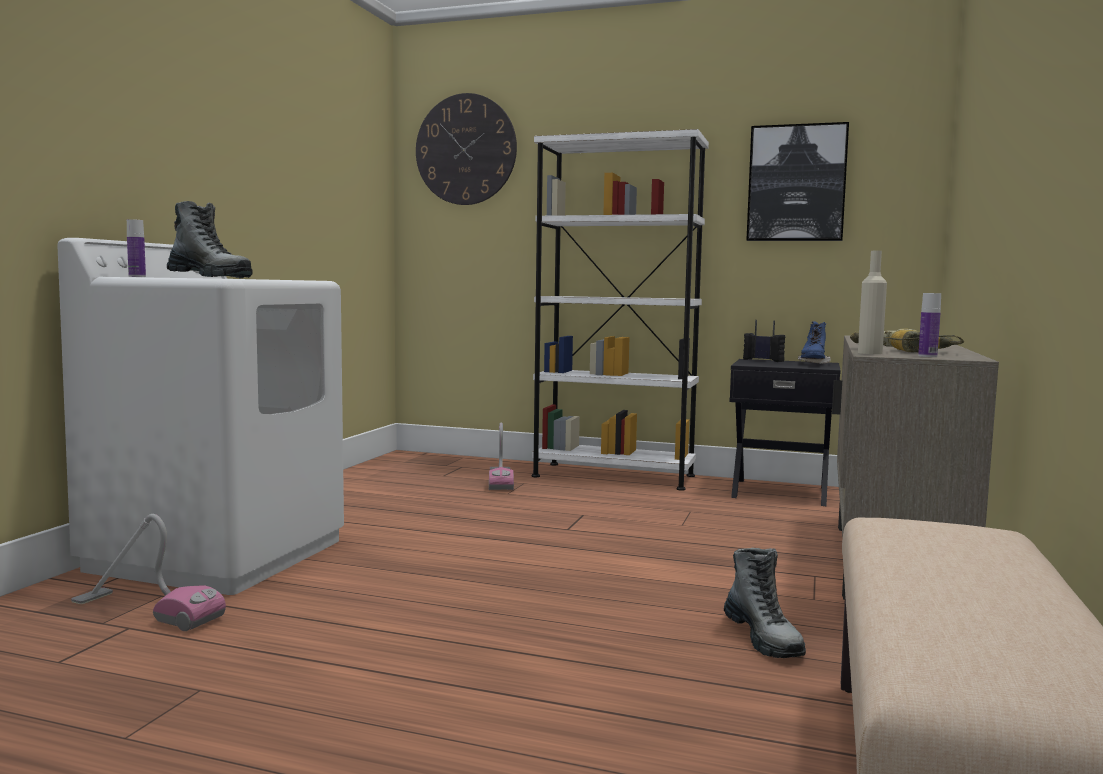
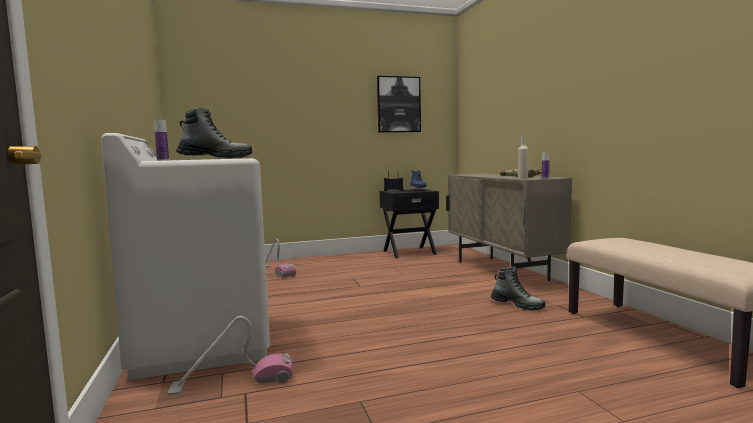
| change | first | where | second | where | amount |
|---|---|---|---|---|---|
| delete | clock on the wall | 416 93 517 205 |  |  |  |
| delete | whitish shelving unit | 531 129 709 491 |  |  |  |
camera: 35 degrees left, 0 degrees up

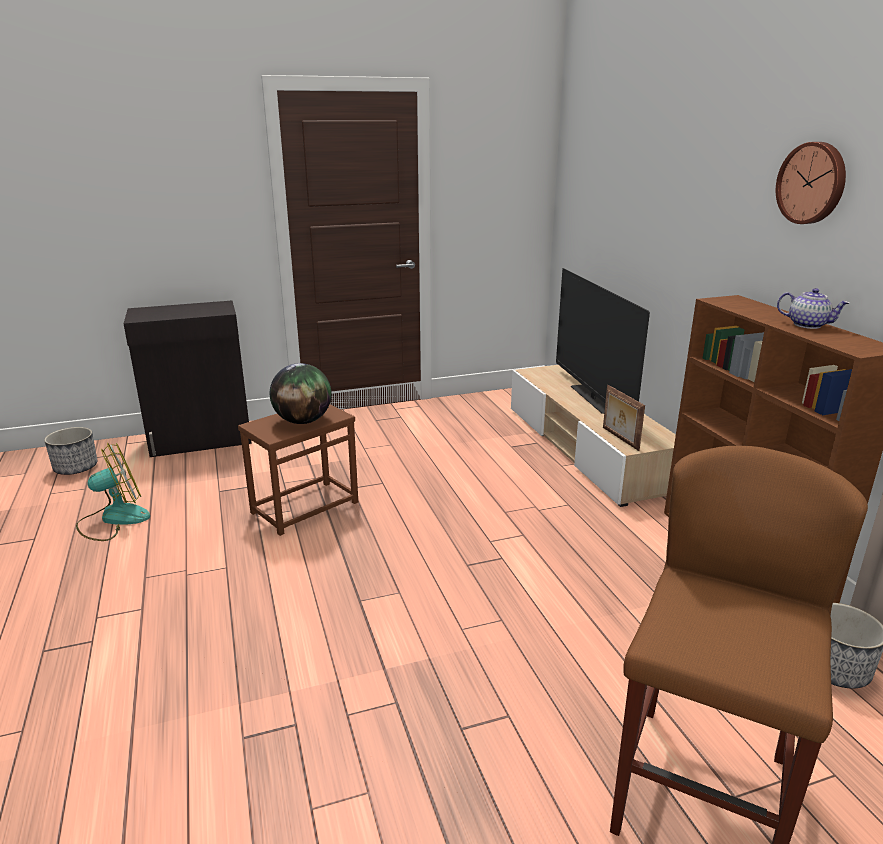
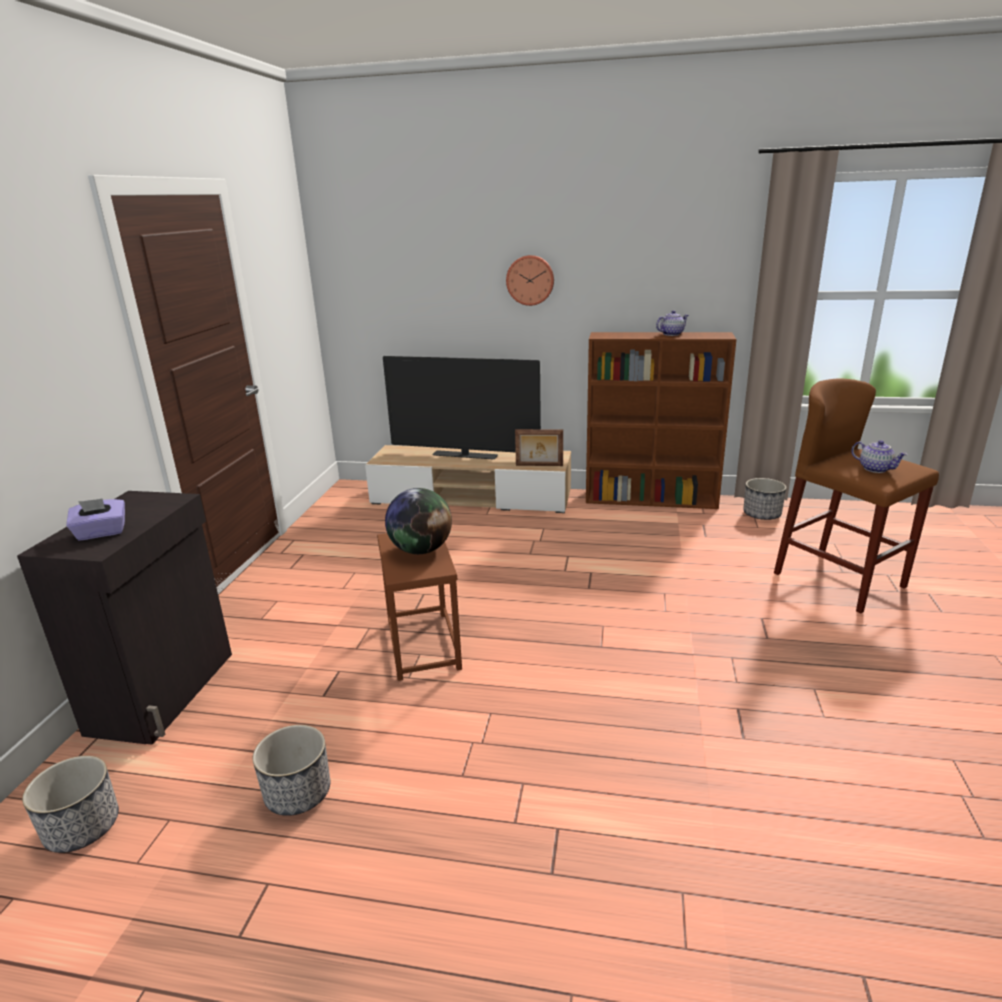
| change | first | where | second | where | amount |
|---|---|---|---|---|---|
| insert |  |  | purplish tissue box | 66 499 125 541 |  |
| insert |  |  | pot for tea | 851 440 908 473 |  |
| move | clock on the wall | 776 142 846 224 |  | 506 255 554 306 |  |
| replace | cooling fan | 76 442 150 541 | plant pot | 253 725 330 816 |  |
camera: 60 degrees left, 0 degrees up

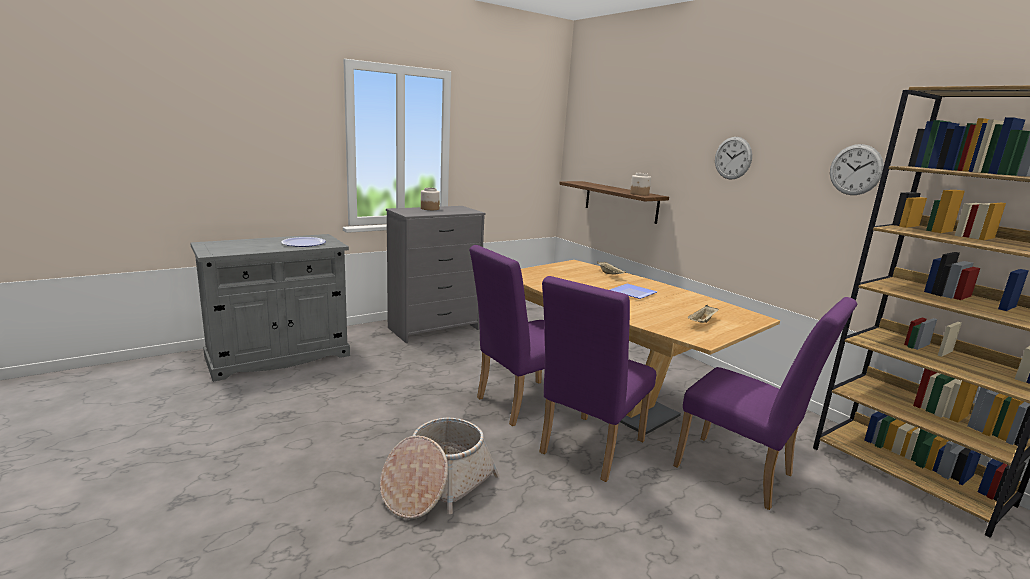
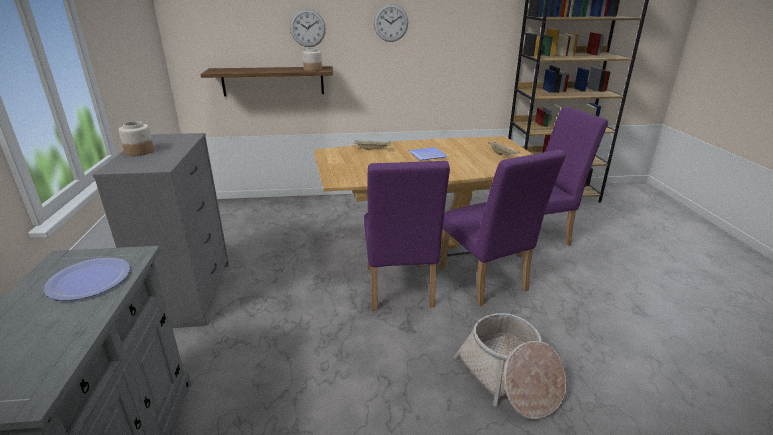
| change | first | where | second | where | amount |
|---|---|---|---|---|---|
| move | clock on the wall | 830 144 884 195 |  | 290 9 326 47 |  |
camera: 60 degrees left, 10 degrees up

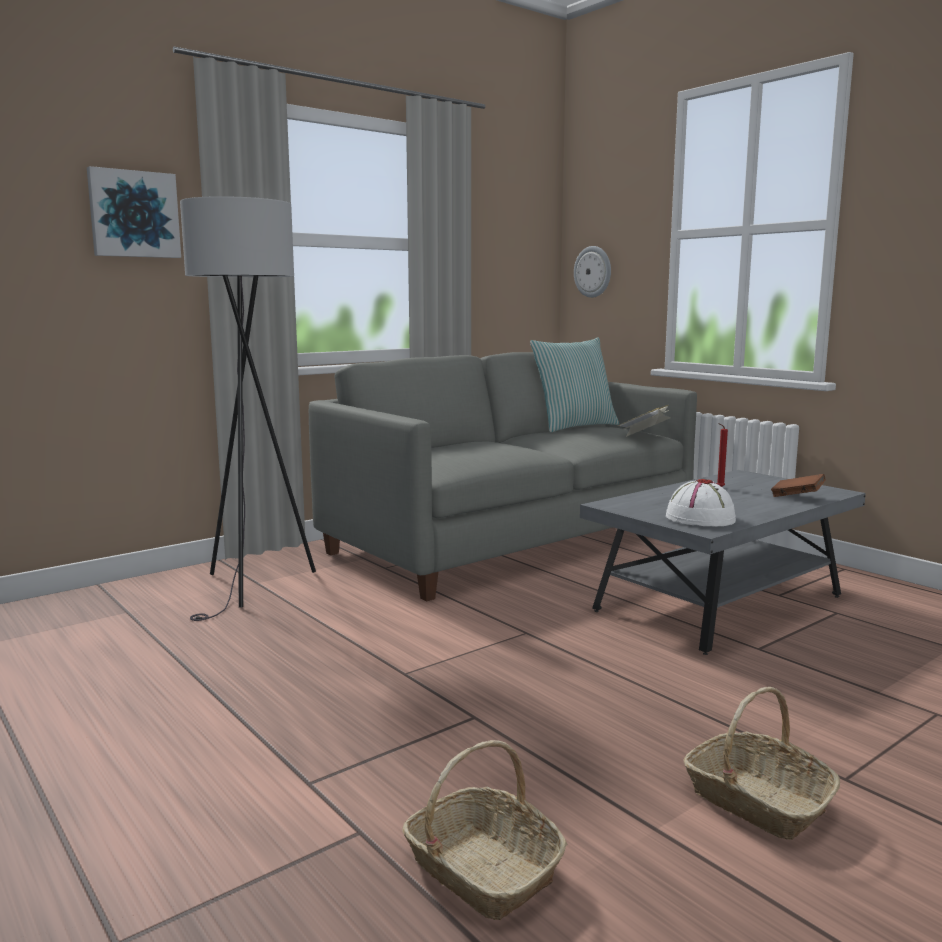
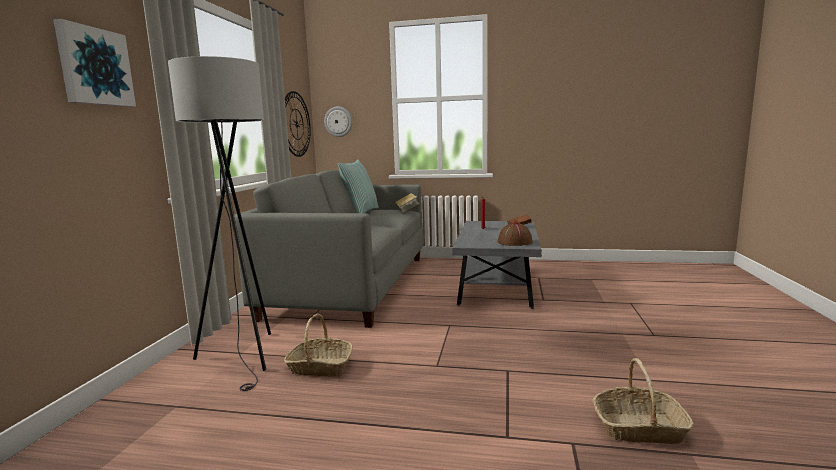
| change | first | where | second | where | amount |
|---|---|---|---|---|---|
| insert |  |  | clock on the wall | 285 91 311 157 |  |
| move | storage basket | 683 687 840 840 |  | 284 314 353 377 |  |
| recolor | whitish clothing hat | 666 479 736 526 | brown clothing hat | 497 222 533 246 |  |
camera: 40 degrees left, 0 degrees up

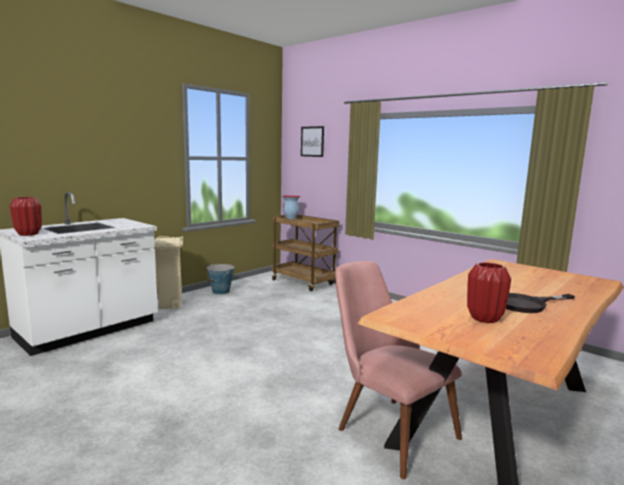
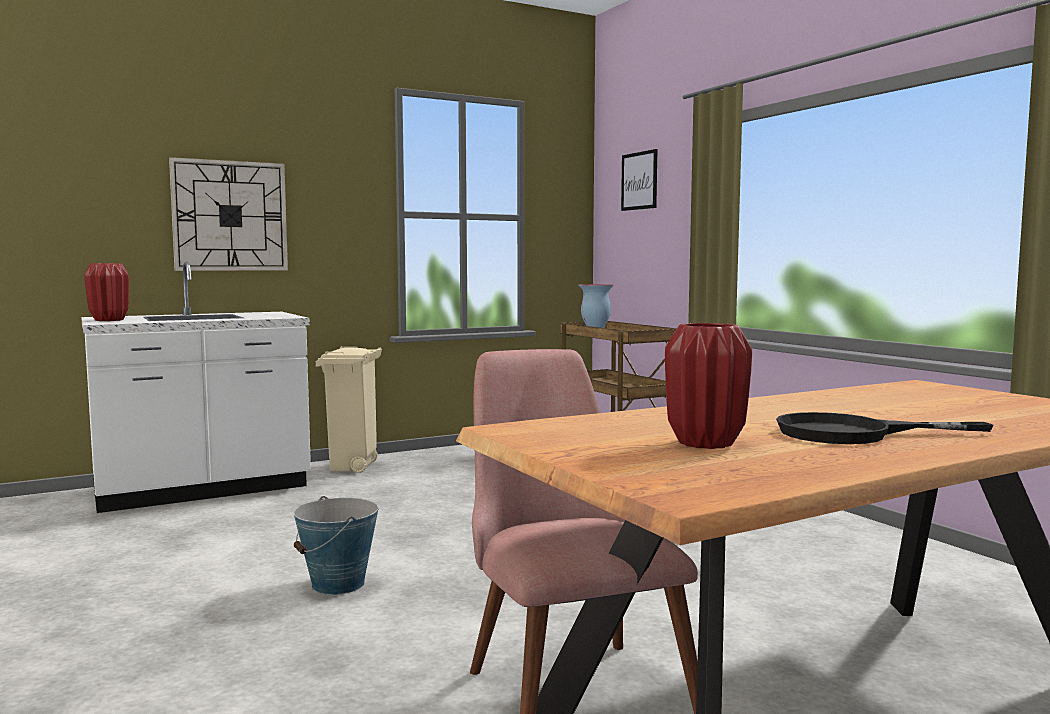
| change | first | where | second | where | amount |
|---|---|---|---|---|---|
| insert |  |  | clock on the wall | 169 157 288 271 |  |
| move | bucket | 207 264 235 295 |  | 293 496 379 595 |  |
camera: 20 degrees right, 5 degrees down

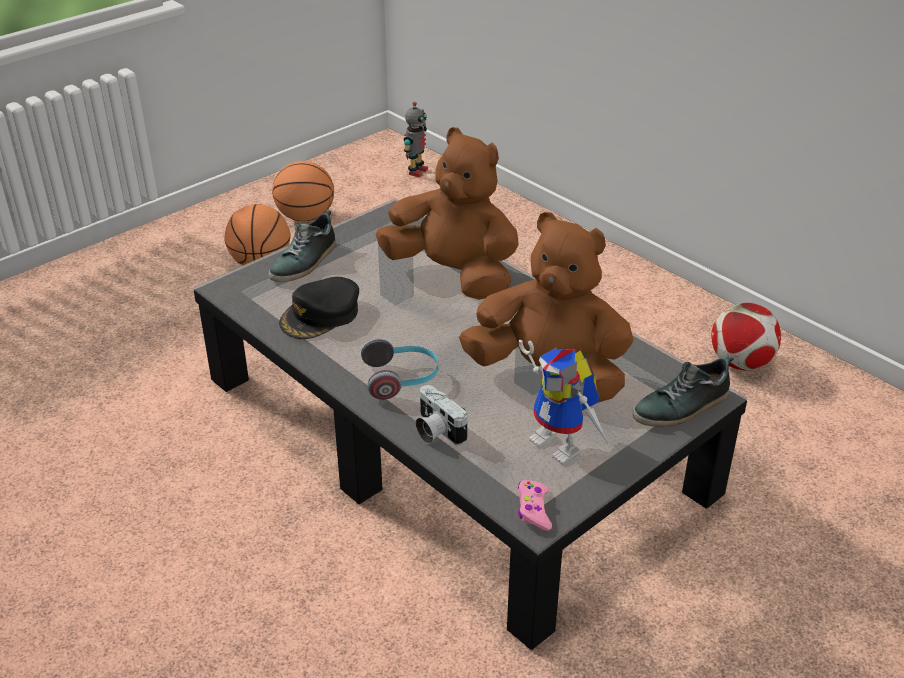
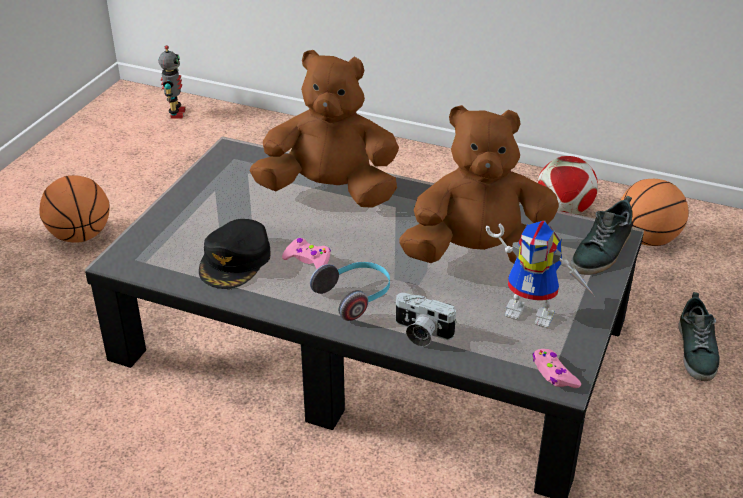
| change | first | where | second | where | amount |
|---|---|---|---|---|---|
| insert |  |  | pinkish joypad | 282 238 331 269 |  |
| move | item of footwear | 269 209 336 282 |  | 678 292 720 381 |  |
| move | basketball ball | 272 161 334 221 |  | 620 179 688 246 |  |
camera: 25 degrees left, 0 degrees up

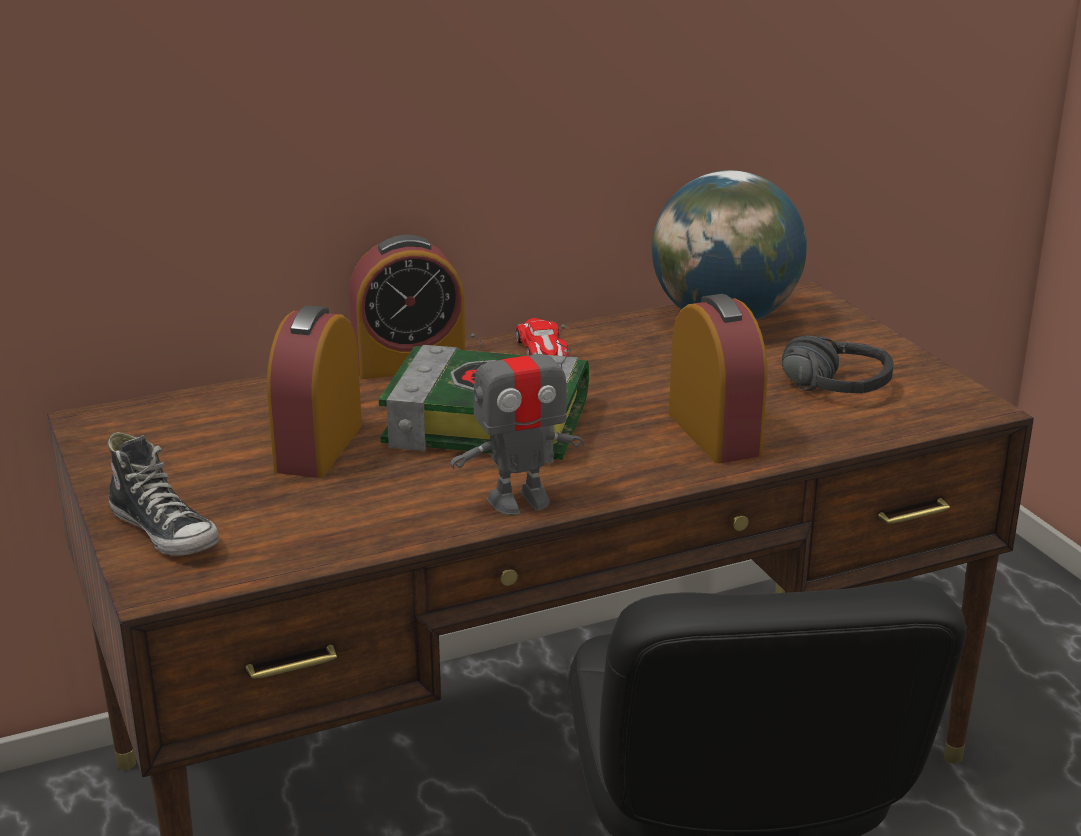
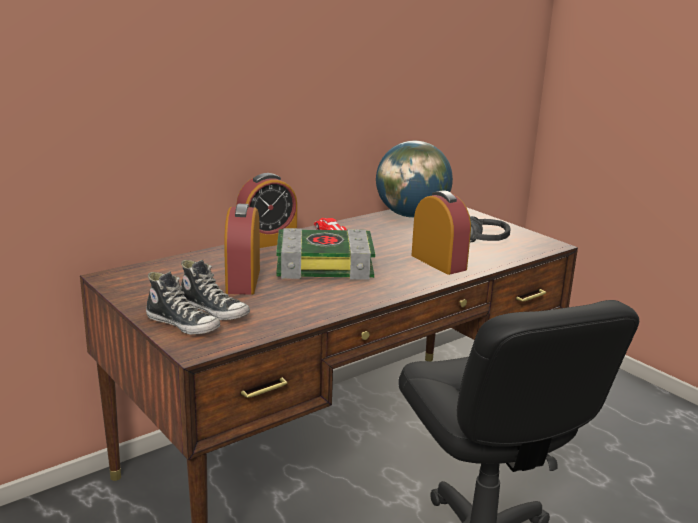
| change | first | where | second | where | amount |
|---|---|---|---|---|---|
| delete | robot figure | 450 325 584 515 |  |  |  |
| insert |  |  | item of footwear | 181 259 250 320 |  |
camera: 15 degrees left, 5 degrees down

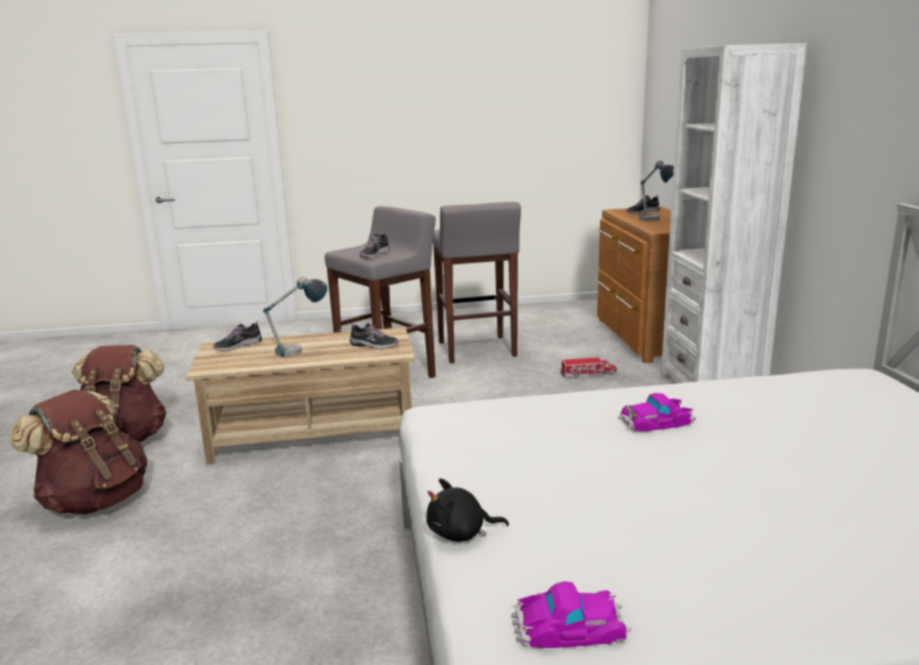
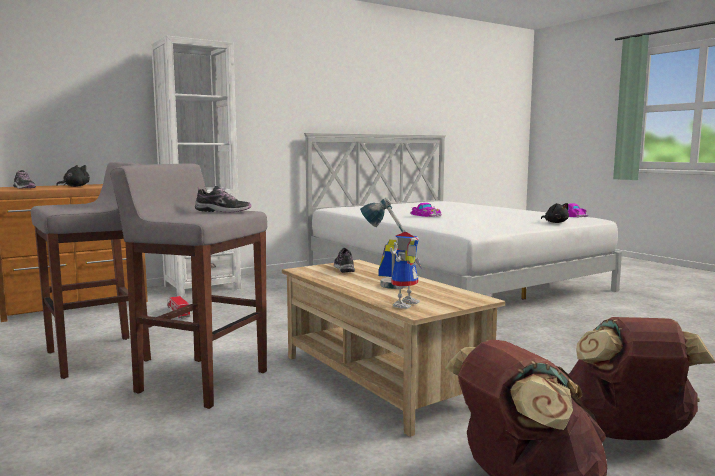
| change | first | where | second | where | amount |
|---|---|---|---|---|---|
| replace | item of footwear | 213 321 262 351 | robot figure | 378 232 422 309 |  |
| replace | table lamp | 639 160 674 221 | black-coloured soft toy | 56 165 90 187 |  |
camera: 115 degrees left, 10 degrees down

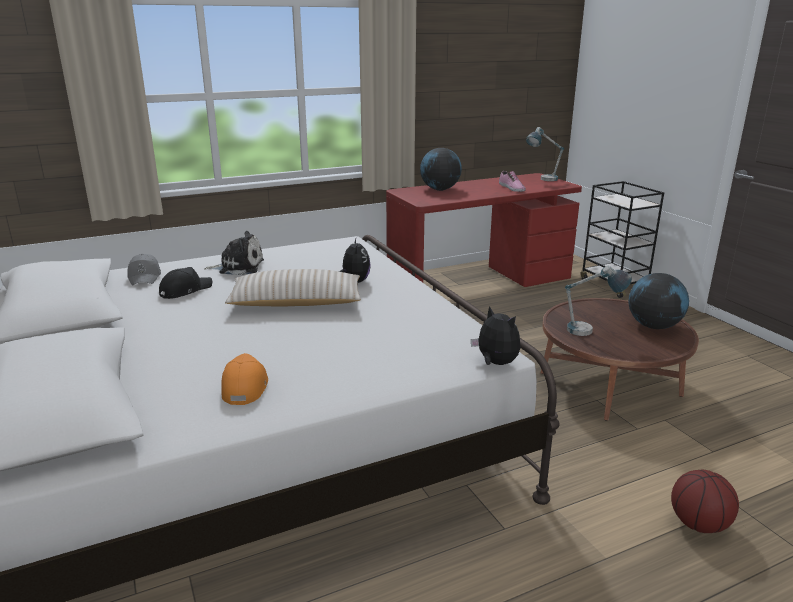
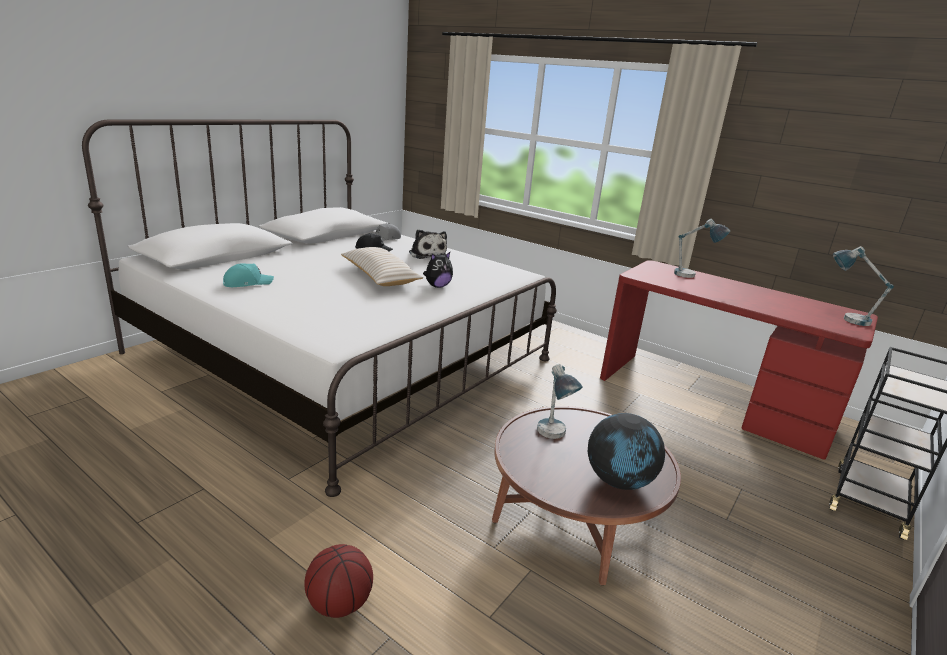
| change | first | where | second | where | amount |
|---|---|---|---|---|---|
| delete | soft toy | 471 306 520 365 |  |  |  |
| delete | item of footwear | 499 171 526 192 |  |  |  |
| replace | desk globe | 420 148 462 191 | table lamp | 674 219 730 278 |  |
| recolor | orange-coloured peaked cap | 221 353 268 405 | turquoise peaked cap | 223 263 274 287 |  |
camera: 60 degrees right, 0 degrees up

